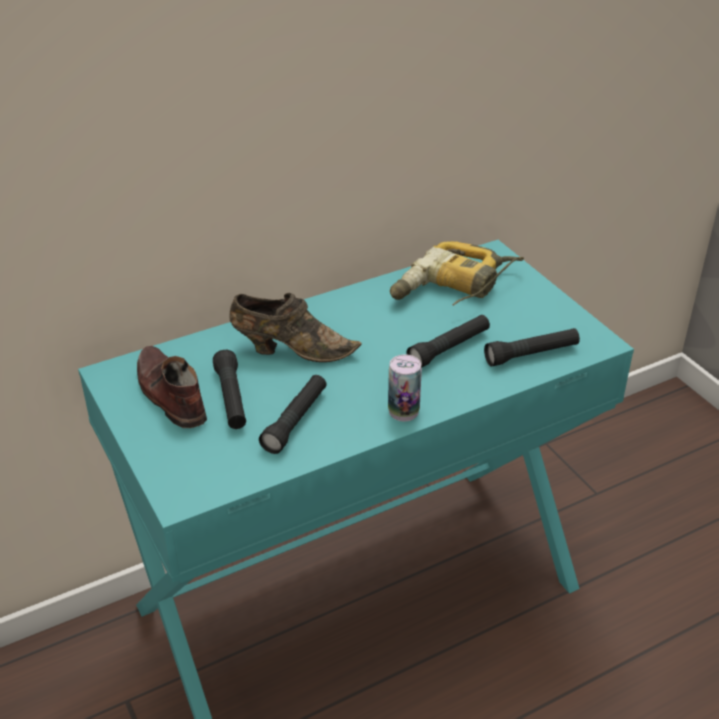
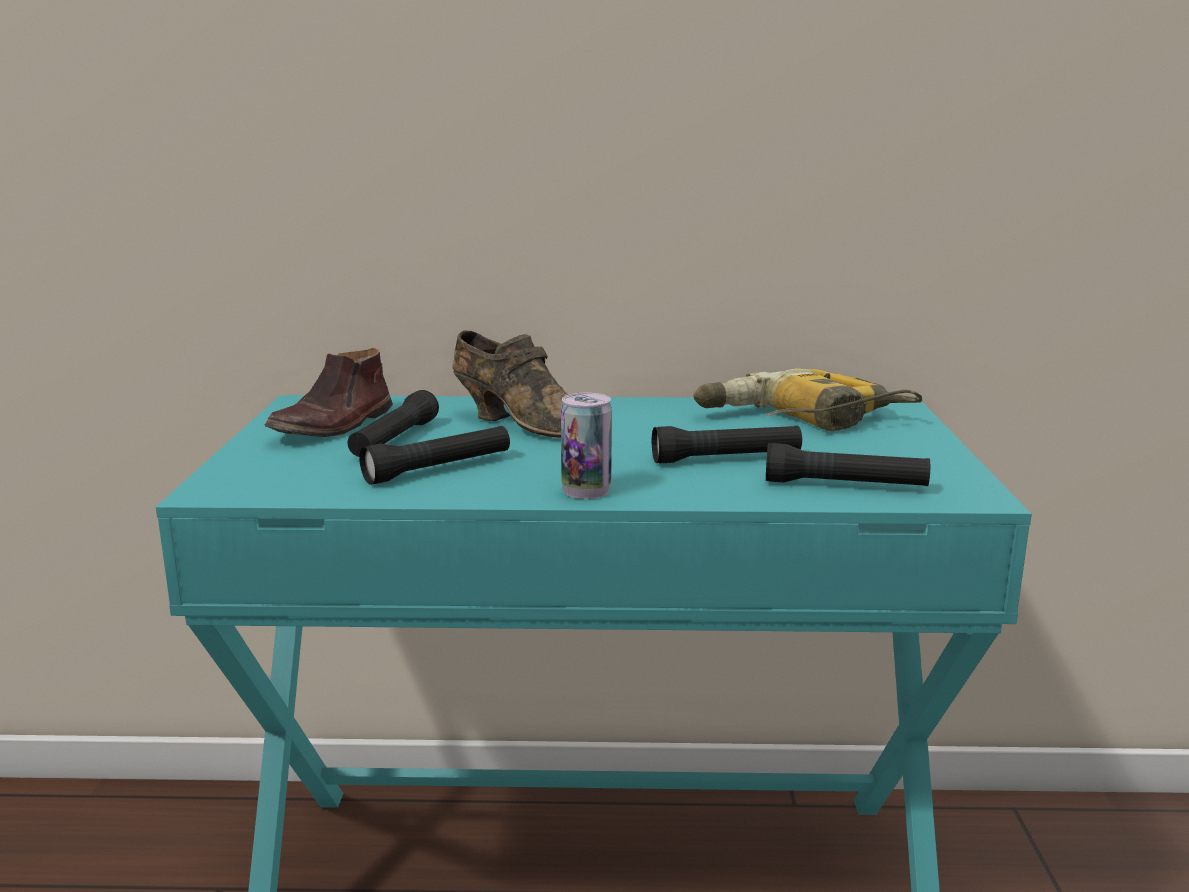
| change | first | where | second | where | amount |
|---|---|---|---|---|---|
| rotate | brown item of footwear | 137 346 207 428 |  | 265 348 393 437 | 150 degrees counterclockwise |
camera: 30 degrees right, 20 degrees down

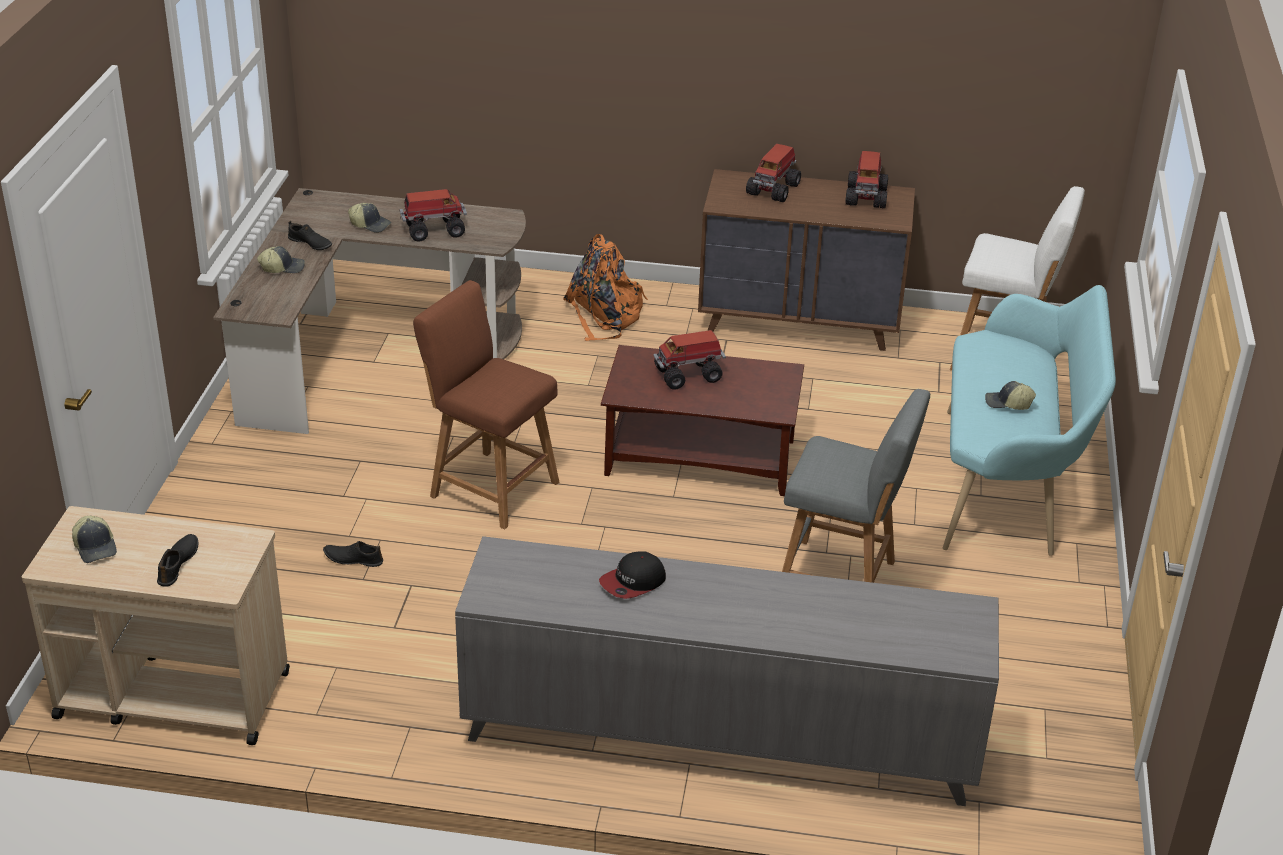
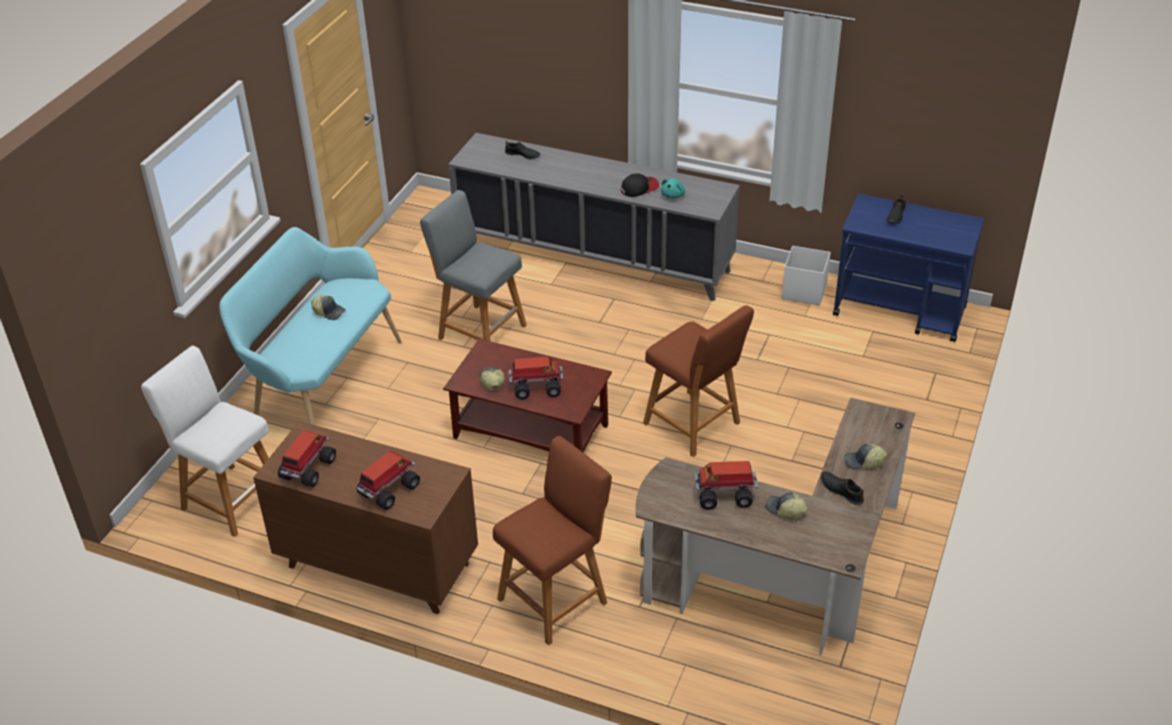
| change | first | where | second | where | amount |
|---|---|---|---|---|---|
| insert |  |  | turquoise soft toy | 661 179 685 198 |  |
| insert |  |  | whitish storage bin | 782 246 831 306 |  |
| move | peaked cap | 72 516 117 563 |  | 479 367 505 391 |  |
| move | black-coloured item of footwear | 323 541 383 567 |  | 505 141 540 159 |  |
| replace | orange-coloured knapsack | 563 234 648 341 | brown stool | 493 436 612 645 |  |
| recolor | sand-coloured wheeled cart | 22 506 290 745 | blue wheeled cart | 833 194 984 342 |  |
camera: 165 degrees left, 5 degrees up

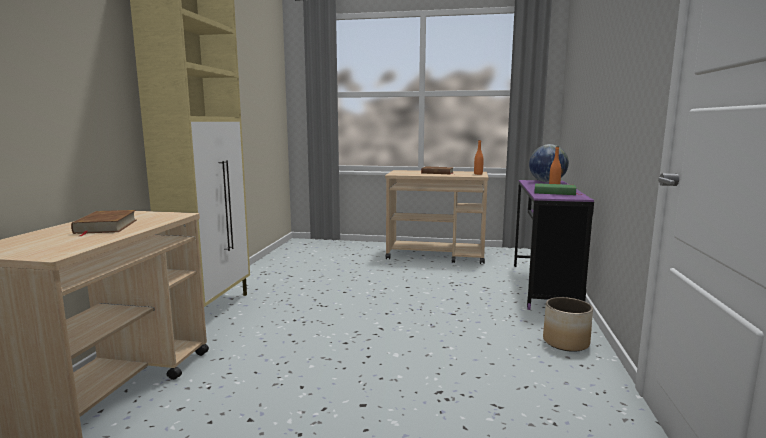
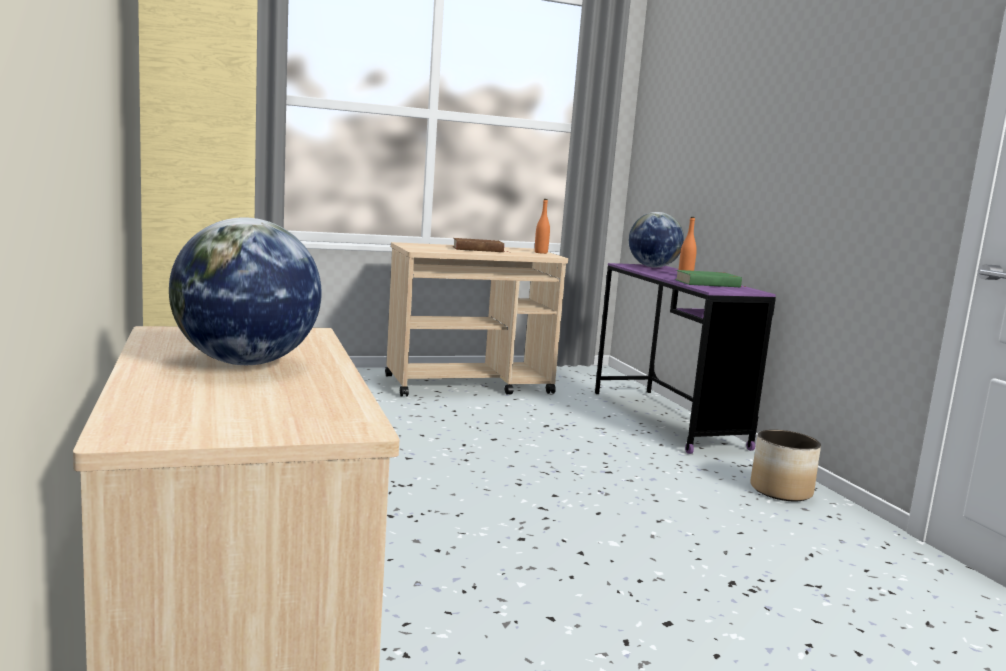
| change | first | where | second | where | amount |
|---|---|---|---|---|---|
| replace | brown book | 71 210 137 236 | desk globe | 169 217 322 365 |  |
camera: 30 degrees left, 0 degrees up

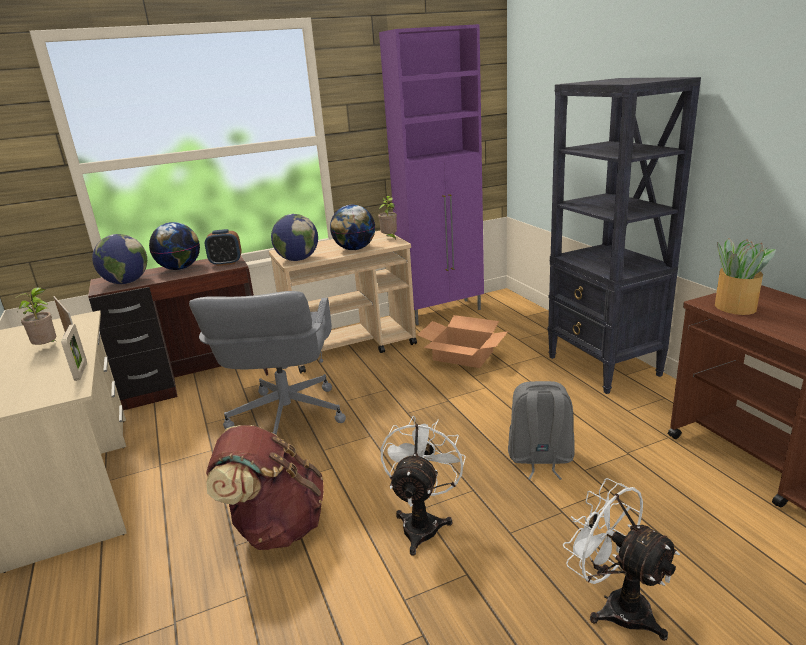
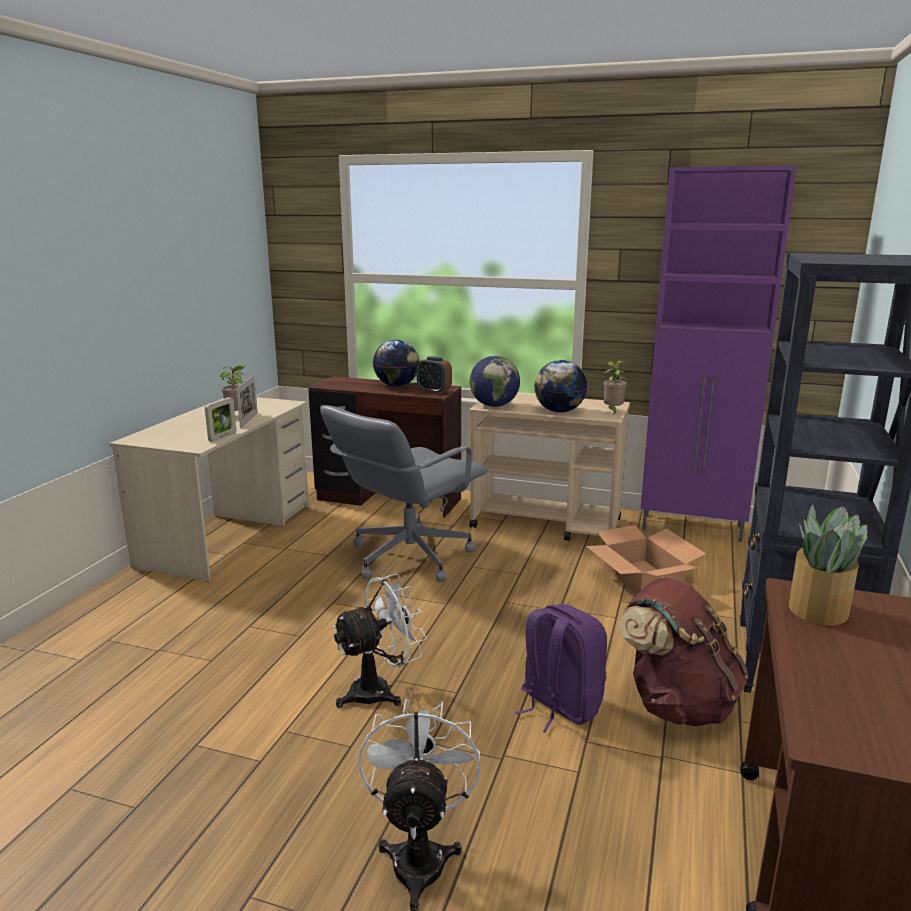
| change | first | where | second | where | amount |
|---|---|---|---|---|---|
| delete | desk globe | 92 234 147 284 |  |  |  |
| move | brown knapsack | 206 425 324 550 |  | 618 577 748 726 |  |
| recolor | greyish knapsack | 508 381 574 480 | purplish knapsack | 515 604 607 733 |  |
camera: 40 degrees right, 5 degrees down

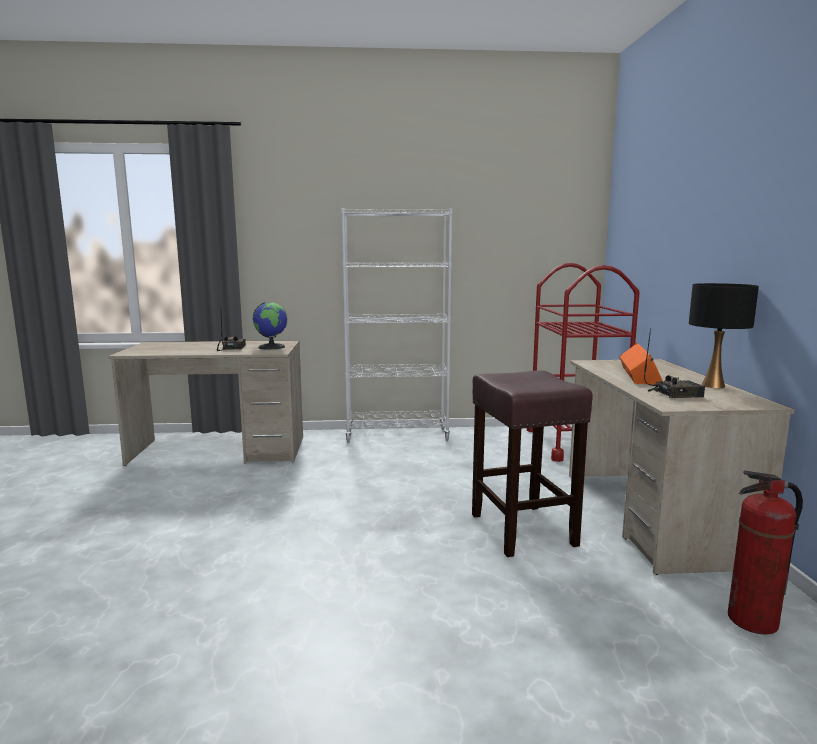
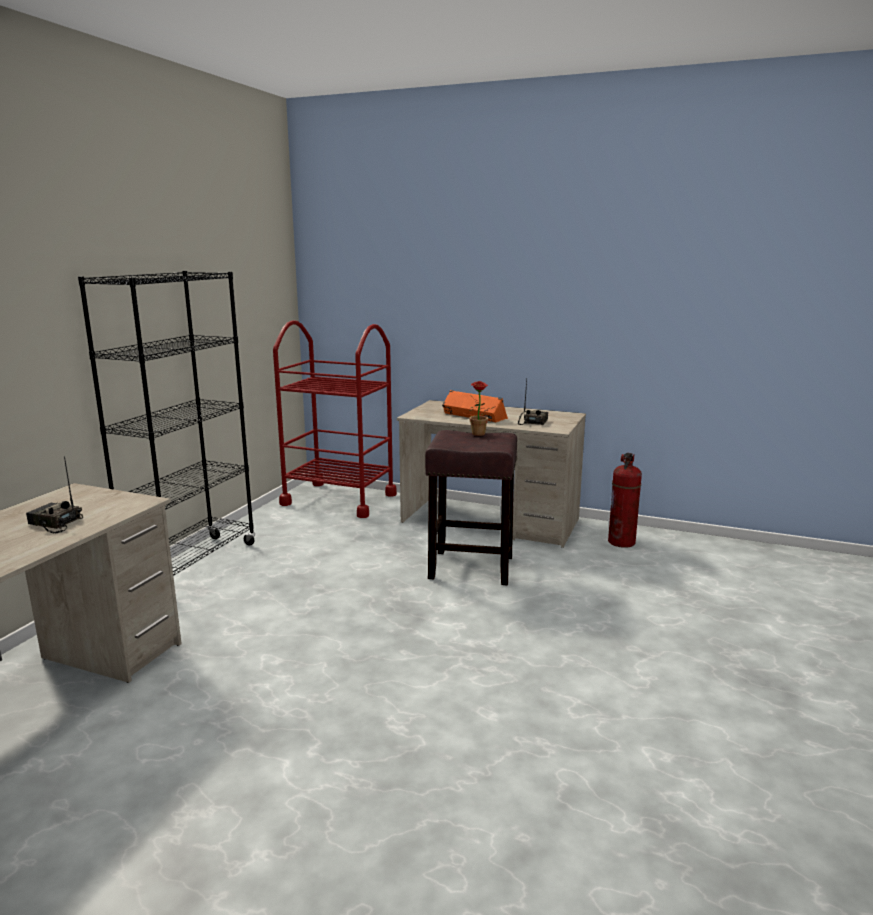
| change | first | where | second | where | amount |
|---|---|---|---|---|---|
| delete | desk globe | 253 302 287 350 |  |  |  |
| delete | black-coloured table lamp | 689 283 759 388 |  |  |  |
| insert |  |  | plant in a pot | 469 381 496 436 |  |
| recolor | whitish shelving unit | 341 208 453 443 | black-coloured shelving unit | 78 271 255 576 |  |
camera: 65 degrees left, 5 degrees up

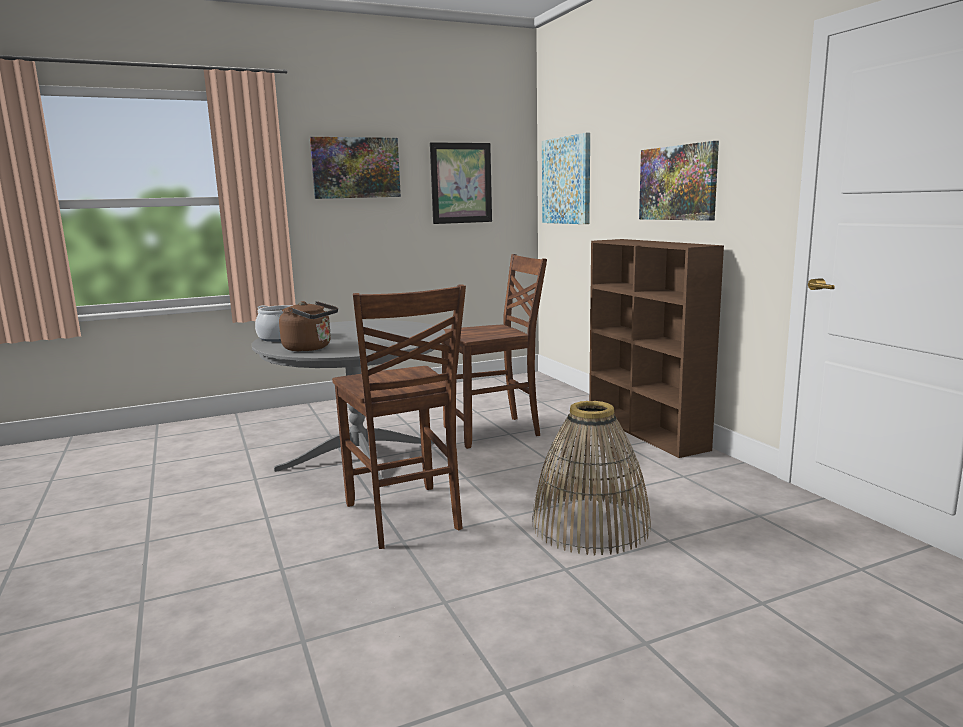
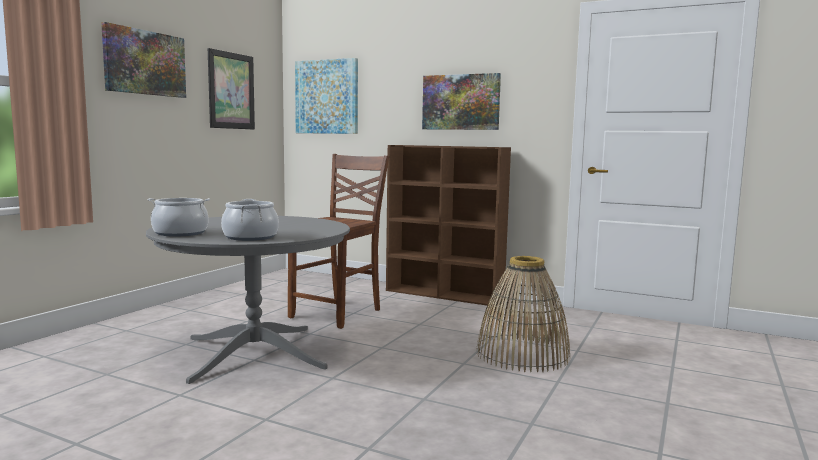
| change | first | where | second | where | amount |
|---|---|---|---|---|---|
| delete | brown upright chair | 332 284 466 549 |  |  |  |
| replace | brown water kettle | 279 301 338 351 | stockpot | 221 199 279 241 |  |
camera: 40 degrees left, 5 degrees down

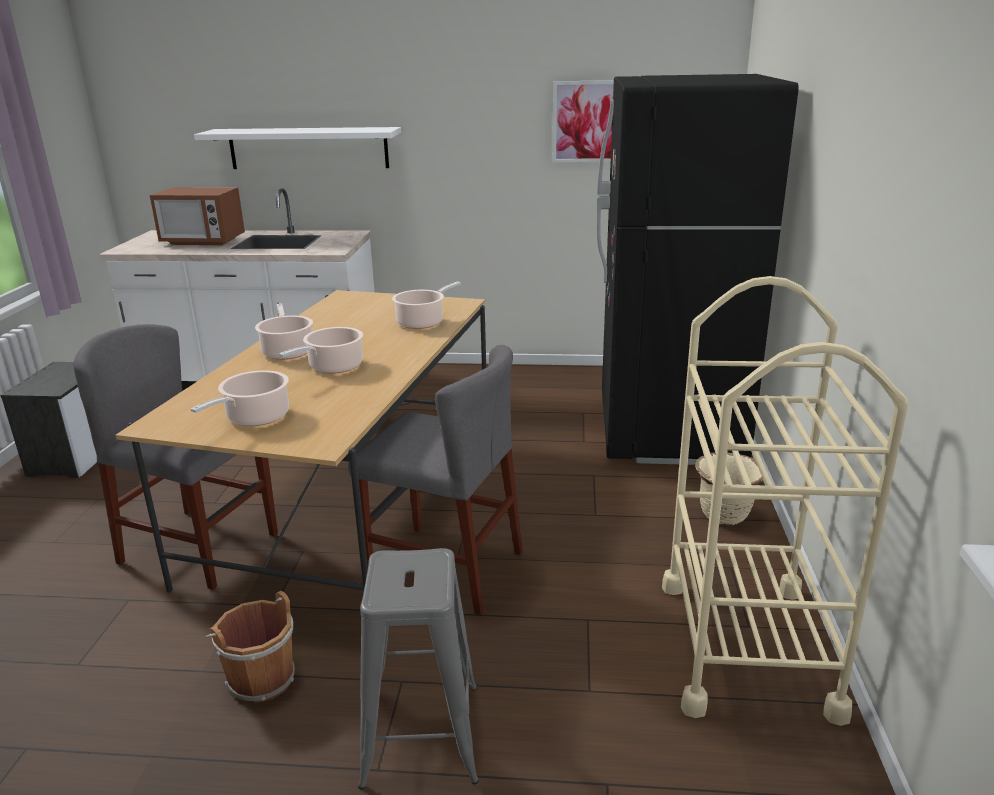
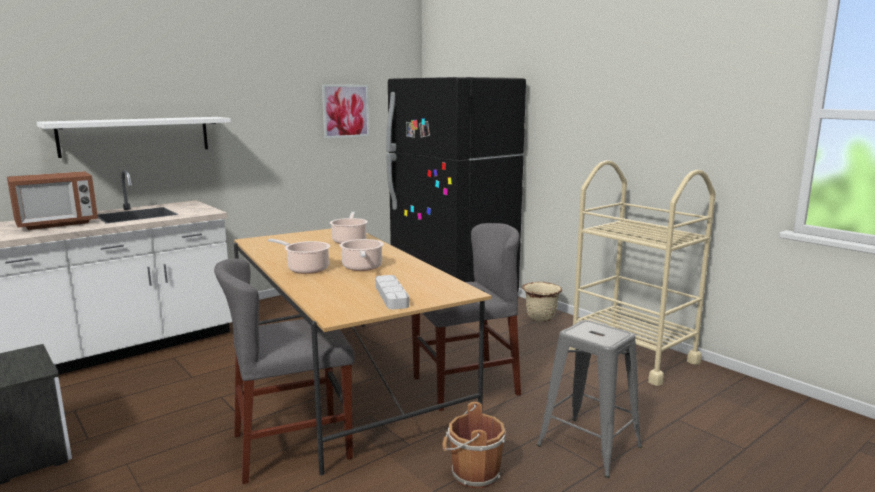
| change | first | where | second | where | amount |
|---|---|---|---|---|---|
| replace | stockpot | 191 370 289 426 | greyish carrying tray | 375 275 409 309 |  |
camera: 45 degrees left, 10 degrees down

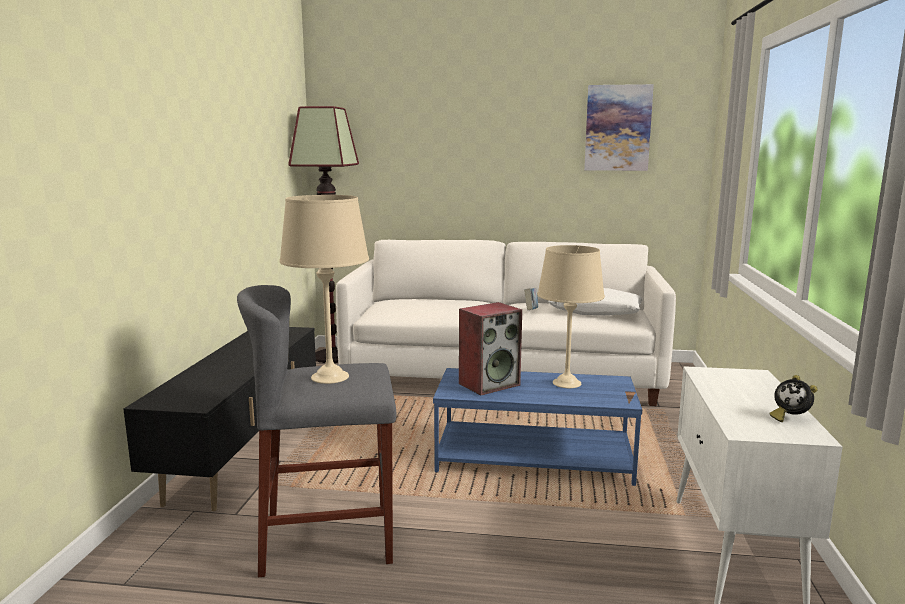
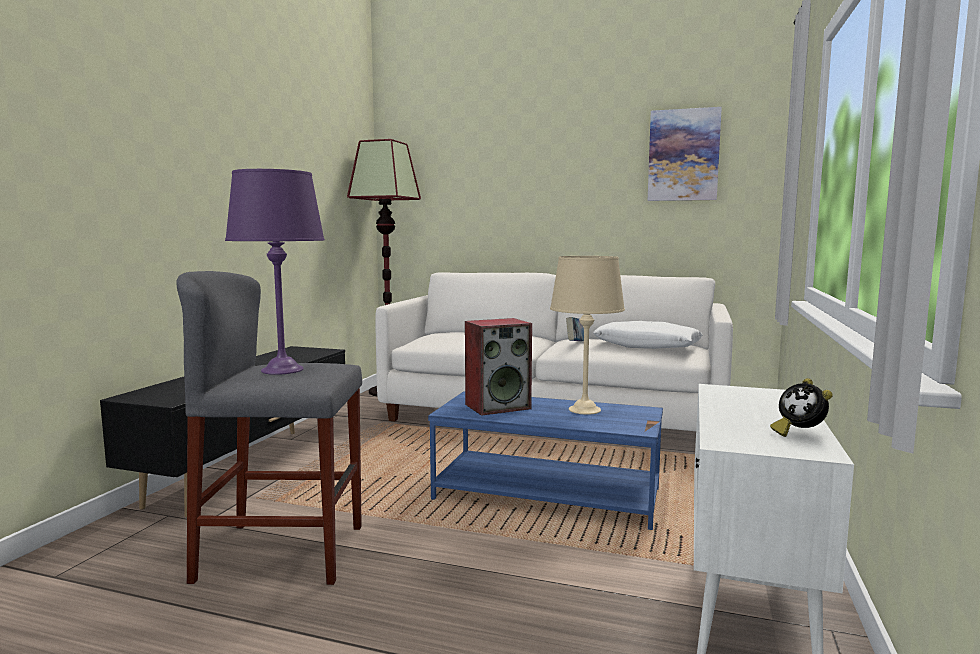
| change | first | where | second | where | amount |
|---|---|---|---|---|---|
| recolor | sand-coloured table lamp | 279 195 369 384 | purplish table lamp | 225 169 325 375 |  |
camera: 10 degrees right, 5 degrees down

